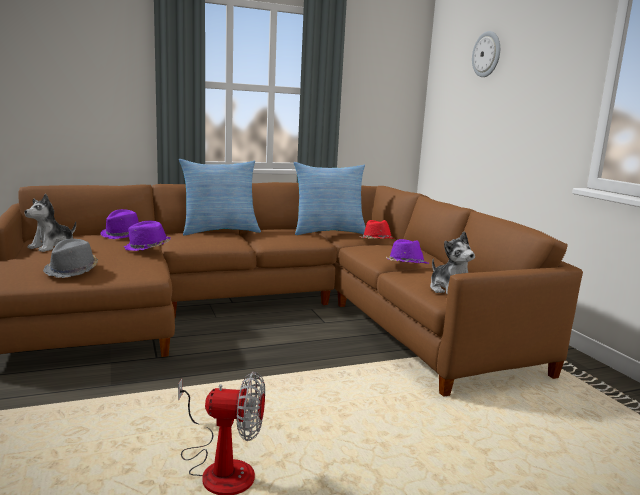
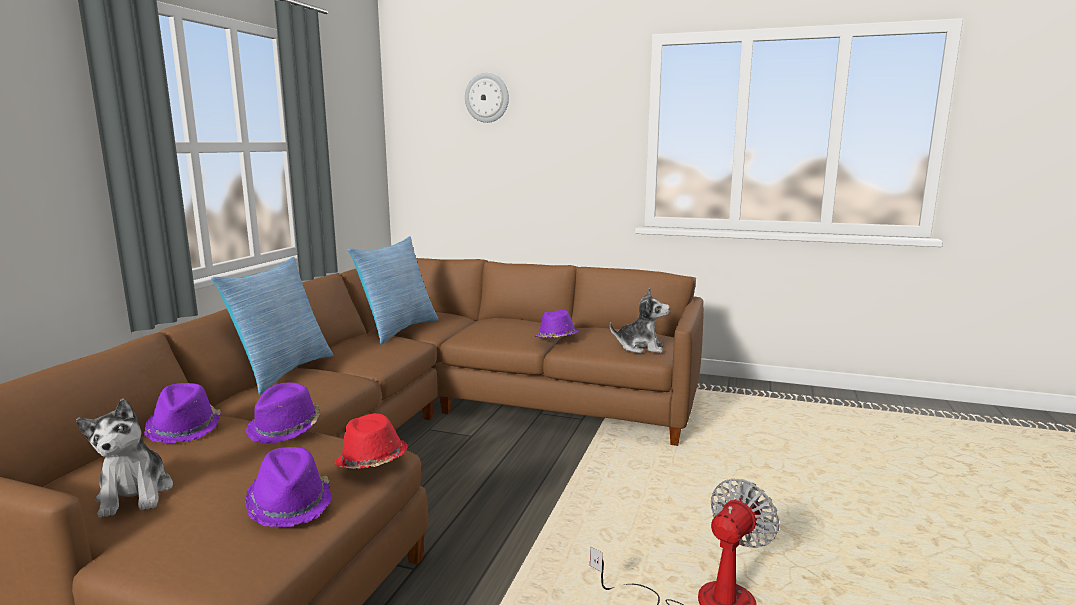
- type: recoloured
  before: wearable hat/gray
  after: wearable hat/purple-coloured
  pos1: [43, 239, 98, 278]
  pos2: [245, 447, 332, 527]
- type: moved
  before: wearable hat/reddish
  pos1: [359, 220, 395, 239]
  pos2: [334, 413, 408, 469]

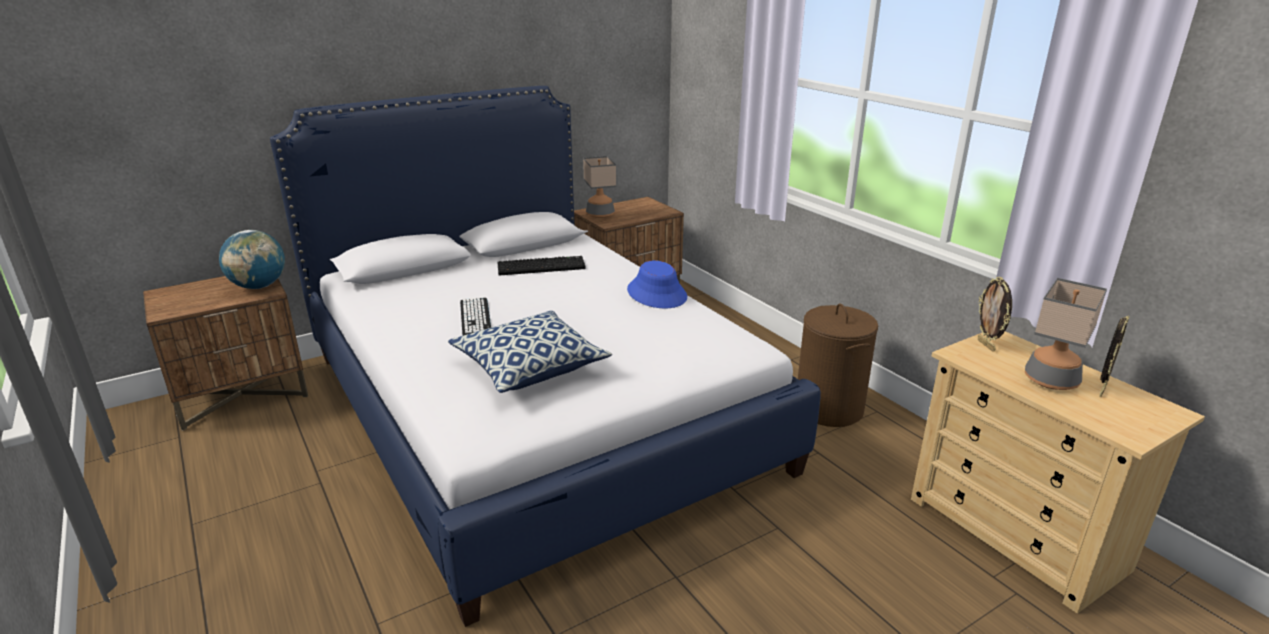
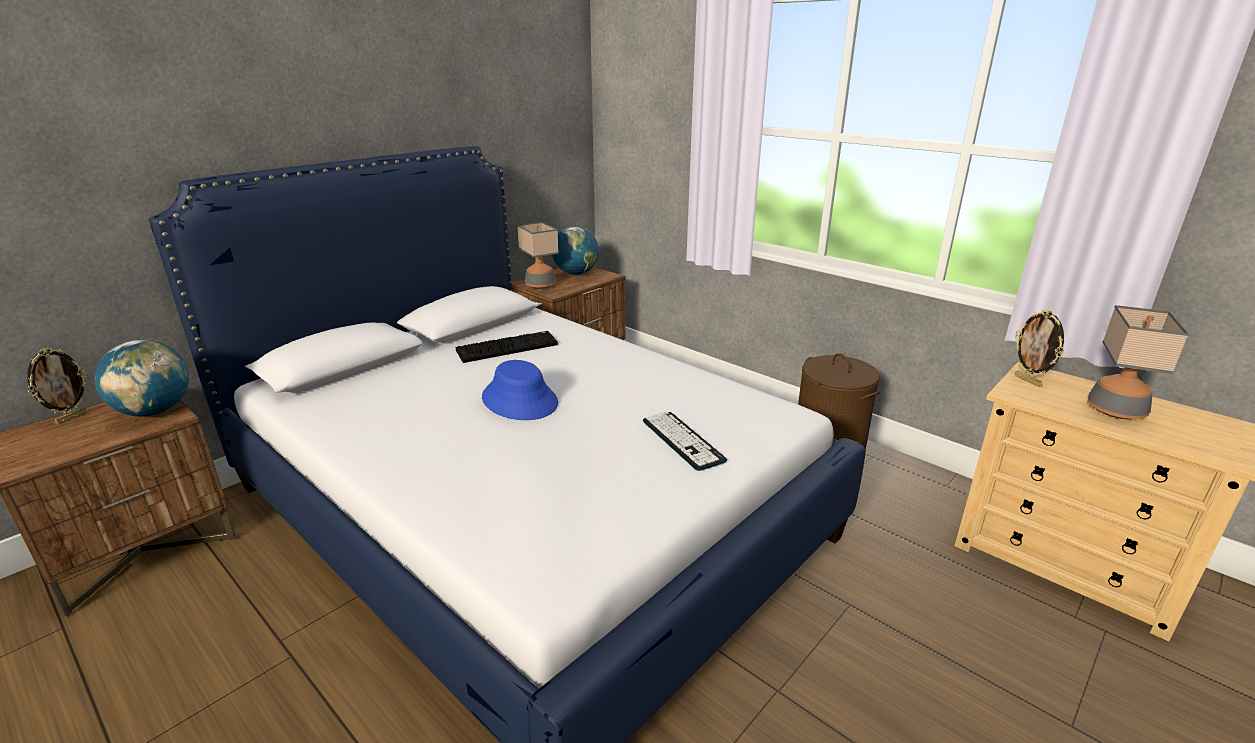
- type: moved
  before: photo frame
  pos1: [1099, 316, 1129, 397]
  pos2: [27, 348, 88, 424]
- type: moved
  before: wearable hat/blue
  pos1: [627, 260, 687, 309]
  pos2: [482, 360, 558, 420]
- type: added
  after: desk globe
  pos2: [552, 227, 599, 275]
- type: moved
  before: PC keyboard
  pos1: [460, 297, 491, 336]
  pos2: [643, 412, 727, 471]
- type: removed
  before: pillow
  pos1: [448, 310, 612, 393]

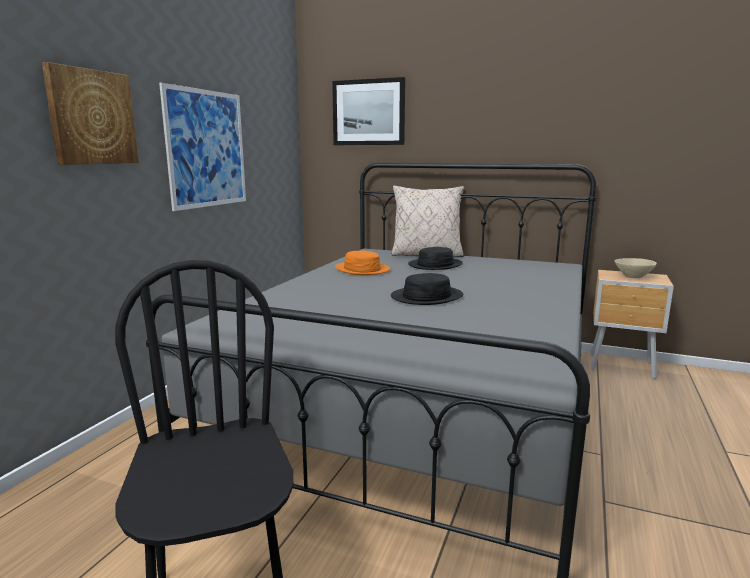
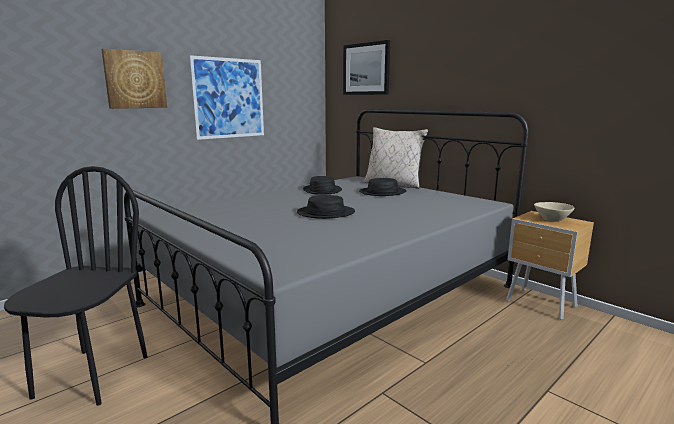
- type: recoloured
  before: wearable hat/orange
  after: wearable hat/black-coloured
  pos1: [335, 251, 390, 275]
  pos2: [303, 176, 342, 195]

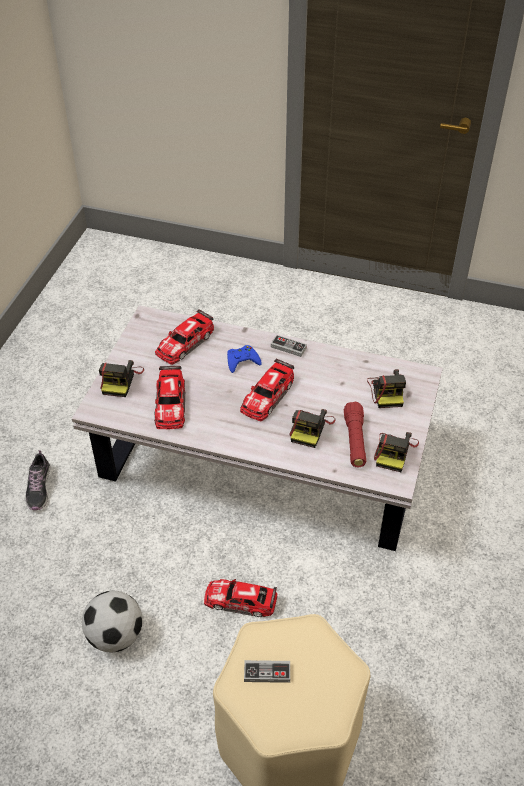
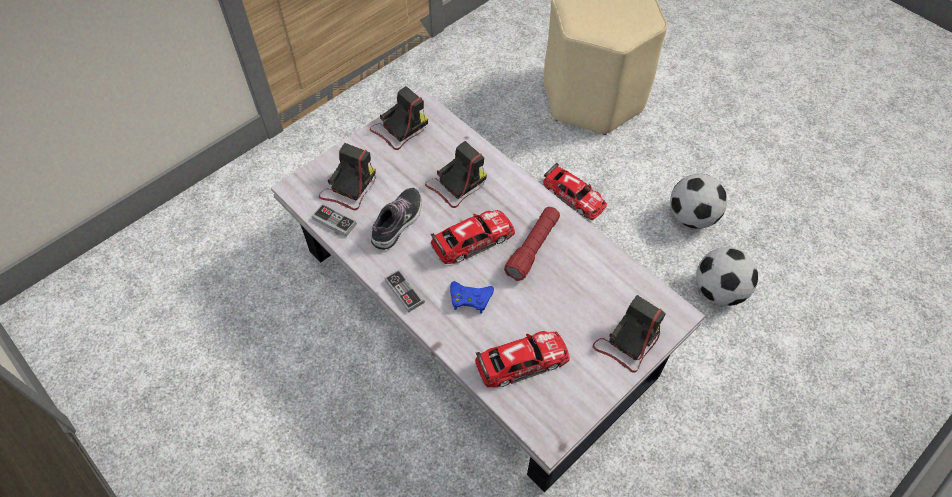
- type: moved
  before: game controller
  pos1: [244, 660, 290, 683]
  pos2: [312, 204, 357, 237]
- type: moved
  before: item of footwear
  pos1: [25, 450, 50, 510]
  pos2: [371, 188, 422, 250]
- type: moved
  before: hand torch/reddish
  pos1: [344, 402, 366, 467]
  pos2: [504, 207, 560, 281]
- type: added
  after: football ball
  pos2: [696, 247, 758, 306]
- type: removed
  before: toy car
  pos1: [154, 366, 185, 429]

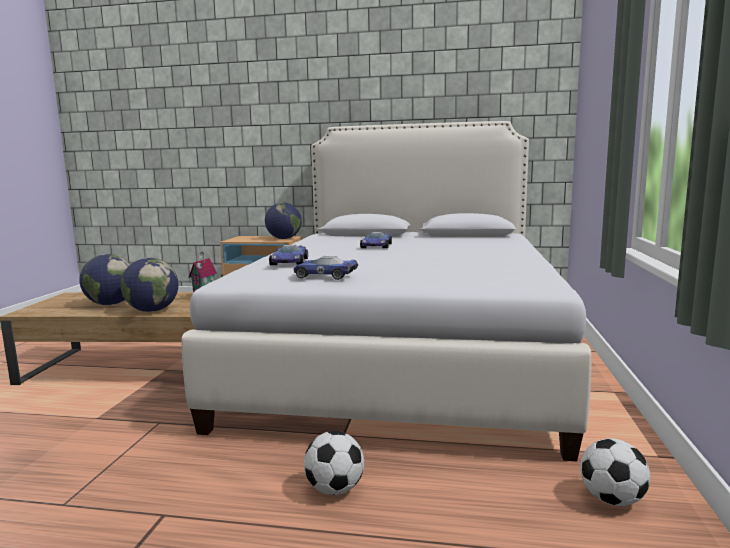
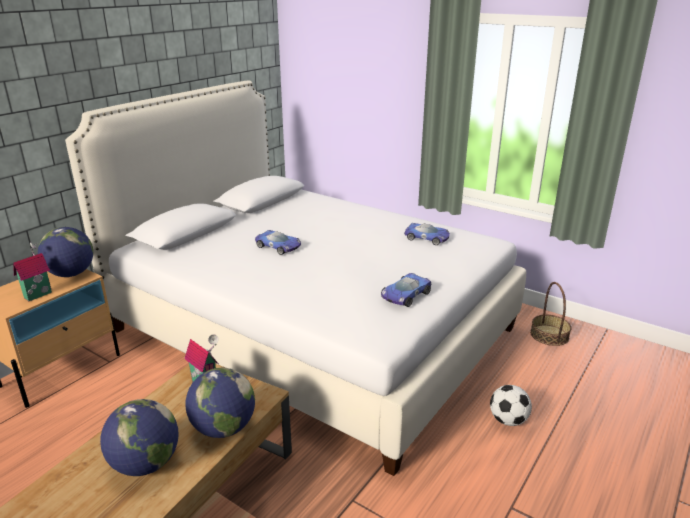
- type: added
  after: model house
  pos2: [13, 242, 52, 301]
- type: moved
  before: toy car
  pos1: [269, 245, 308, 265]
  pos2: [404, 223, 450, 245]
- type: replaced
  before: football ball
  after: storage basket
  pos1: [580, 438, 650, 506]
  pos2: [530, 282, 571, 346]

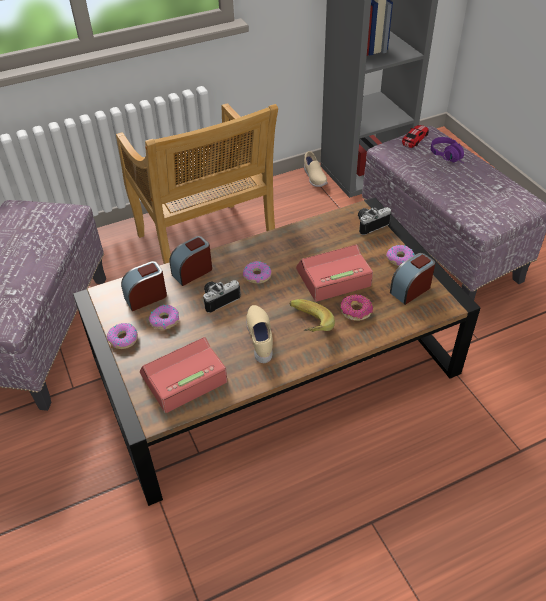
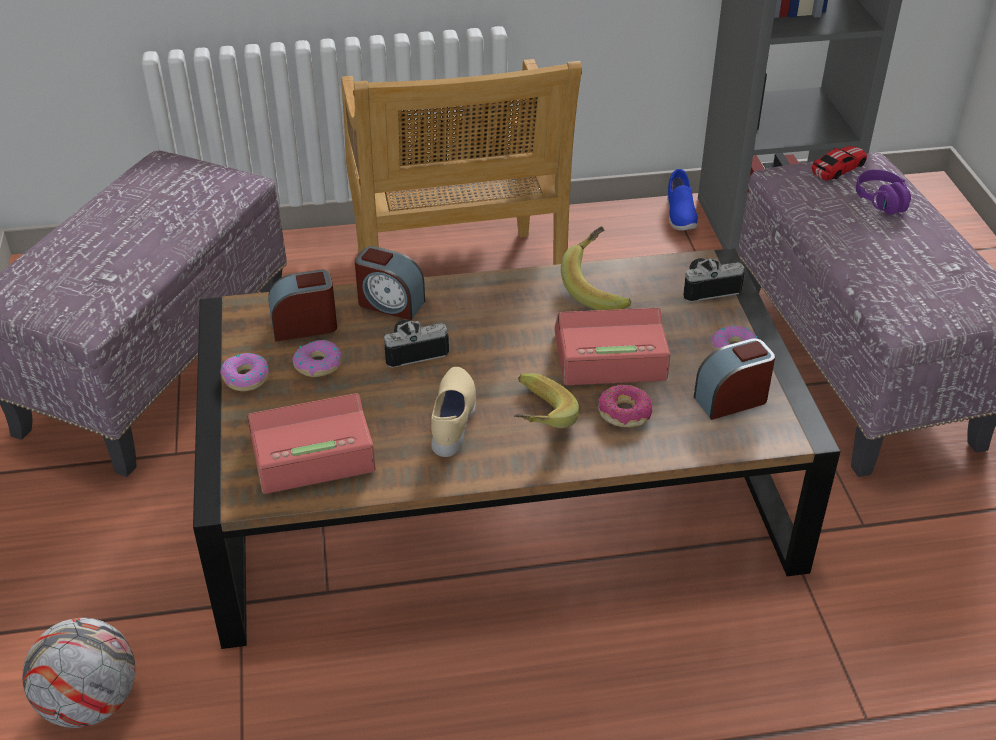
- type: added
  after: football ball
  pos2: [23, 618, 135, 728]
- type: turned
  before: table clock
  pos1: [169, 236, 212, 286]
  pos2: [355, 246, 425, 320]
  turn: -135
- type: added
  after: whole banana
  pos2: [561, 226, 631, 310]
- type: recoloured
  before: item of footwear/beige-coloured
  after: item of footwear/blue
  pos1: [304, 151, 328, 187]
  pos2: [667, 169, 698, 231]
- type: removed
  before: doughnut
  pos1: [243, 261, 272, 284]

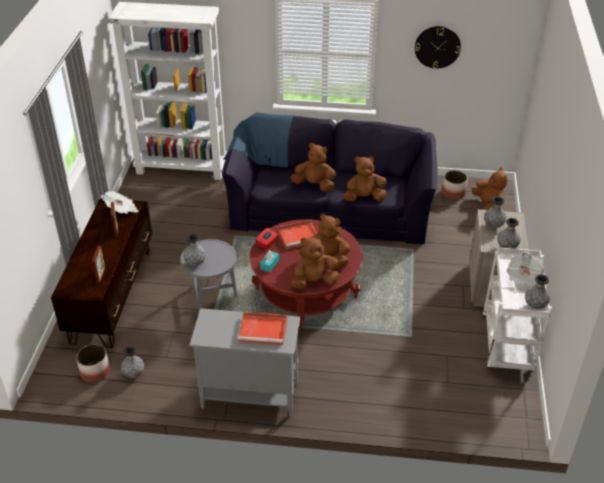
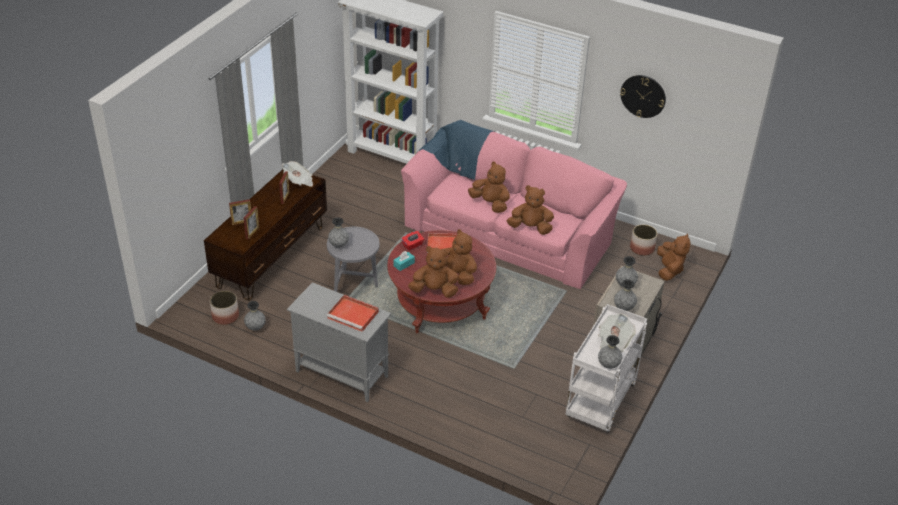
- type: added
  after: photo frame
  pos2: [229, 199, 251, 225]
- type: recoloured
  before: settee/black-coloured
  after: settee/pinkish
  pos1: [222, 113, 438, 244]
  pos2: [401, 120, 627, 289]

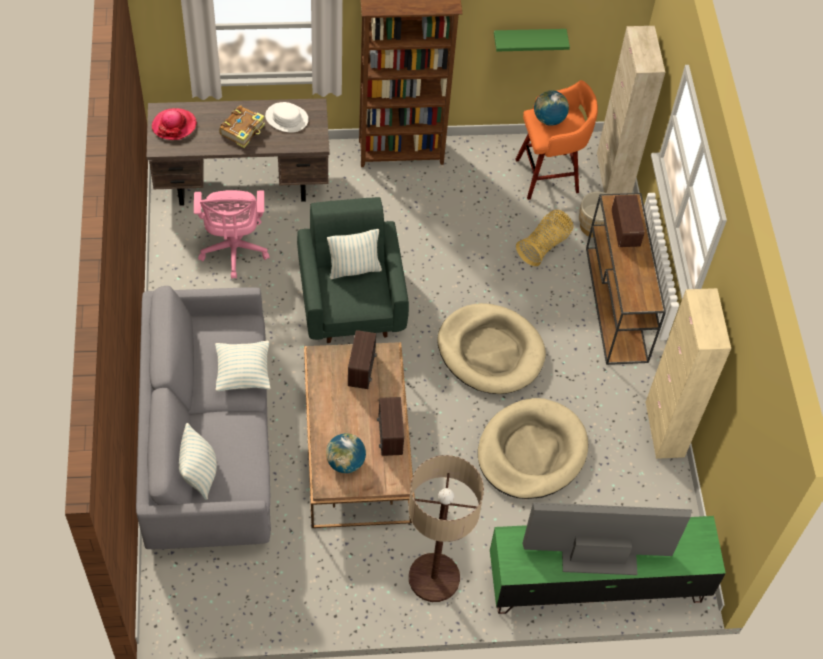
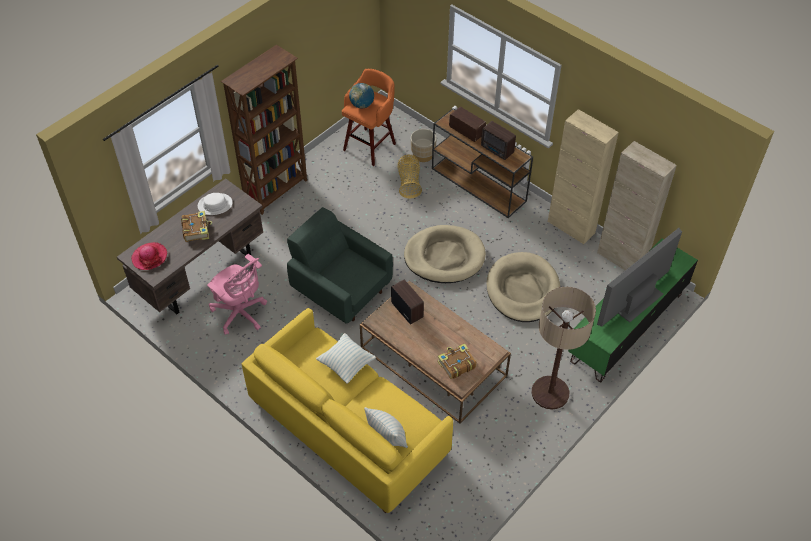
- type: recoloured
  before: settee/gray
  after: settee/yellowish
  pos1: [136, 286, 271, 549]
  pos2: [242, 308, 453, 513]
- type: replaced
  before: desk globe
  after: bound book
  pos1: [326, 433, 366, 473]
  pos2: [438, 343, 477, 379]
- type: moved
  before: radio
  pos1: [377, 397, 404, 456]
  pos2: [481, 121, 516, 160]
- type: moved
  before: storage cabinet/beige-coloured
  pos1: [597, 26, 665, 194]
  pos2: [597, 141, 677, 270]
- type: removed
  before: pillow
  pos1: [327, 229, 382, 279]
- type: removed
  before: bracket shelf/green
  pos1: [494, 29, 570, 51]

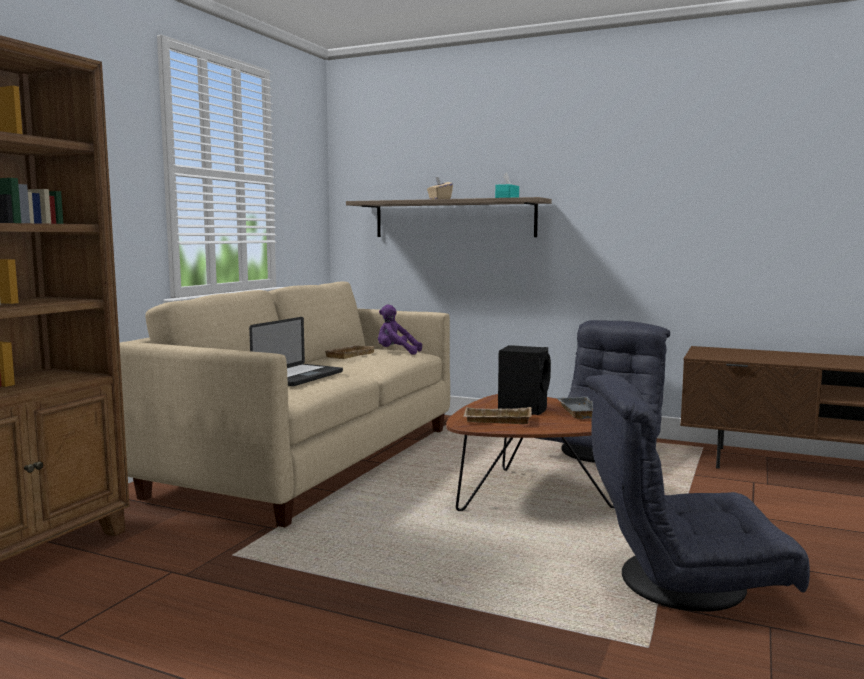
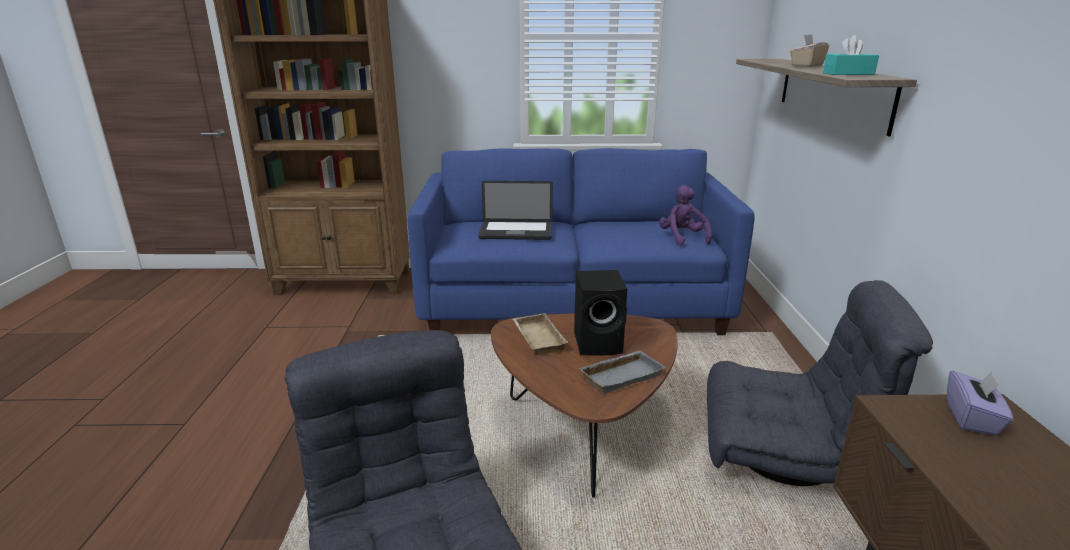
- type: recoloured
  before: settee/beige-coloured
  after: settee/blue
  pos1: [119, 282, 450, 527]
  pos2: [408, 148, 755, 335]
- type: added
  after: tissue box/purple-coloured
  pos2: [947, 370, 1014, 436]
- type: removed
  before: carrying tray/beige-coloured
  pos1: [323, 345, 376, 359]

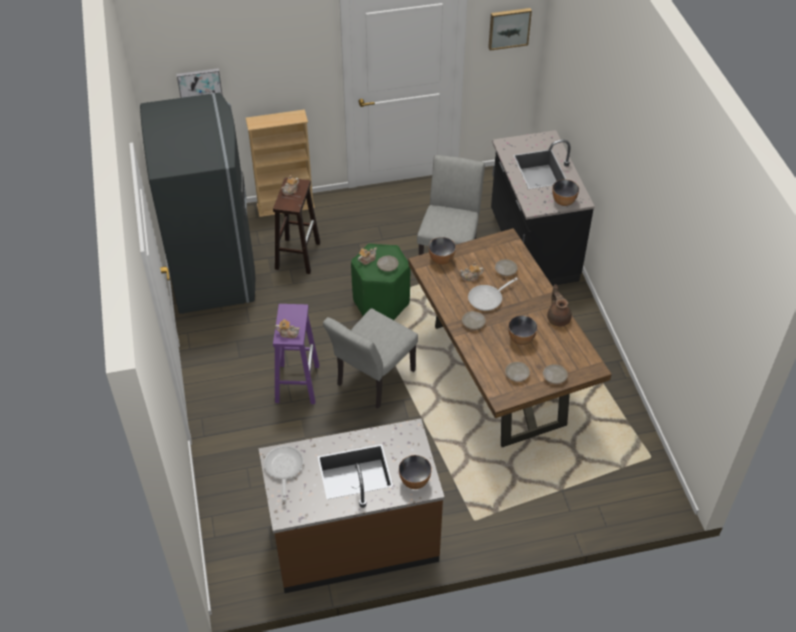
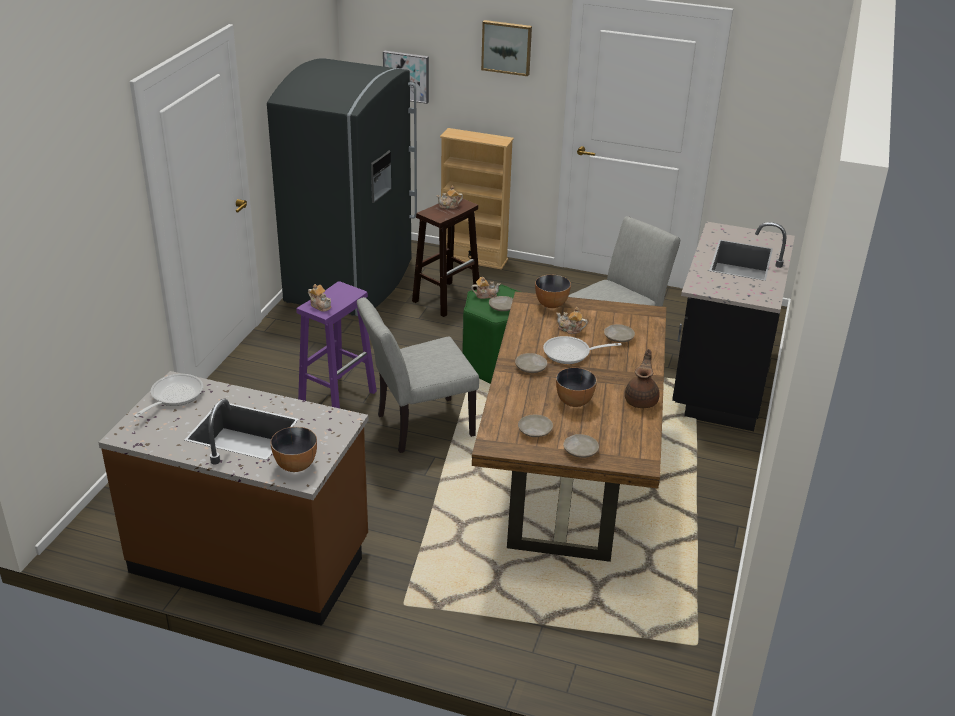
- type: moved
  before: wall art
  pos1: [488, 8, 532, 51]
  pos2: [481, 20, 532, 76]
- type: removed
  before: deep dish
  pos1: [552, 179, 579, 206]

